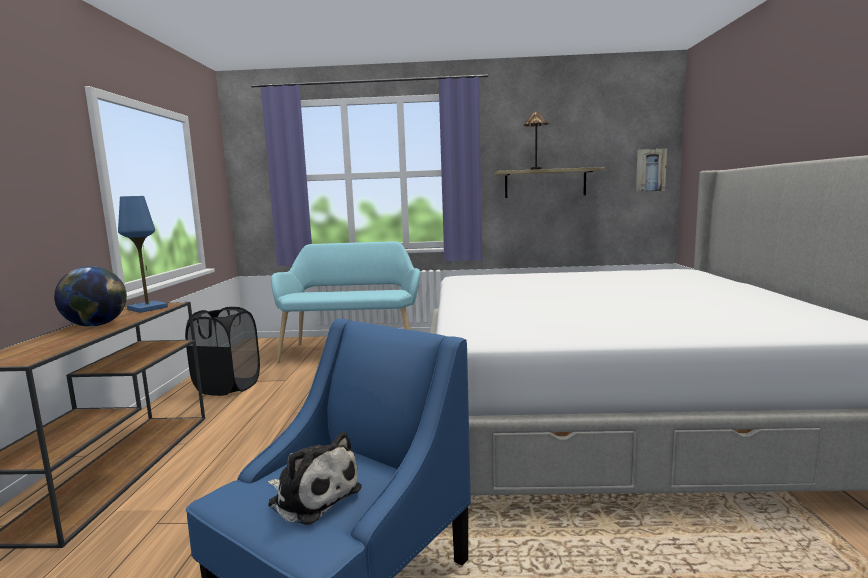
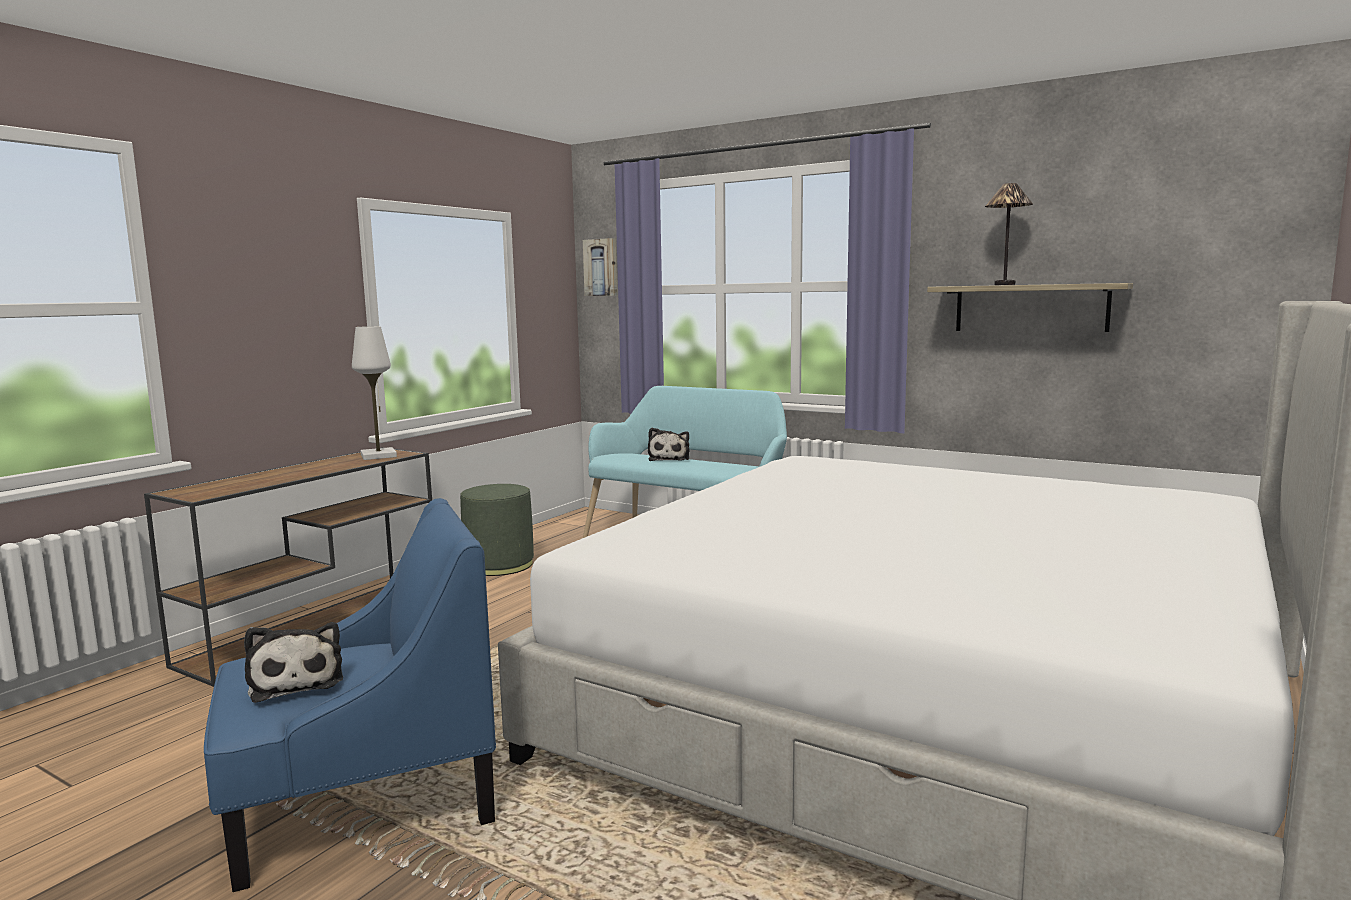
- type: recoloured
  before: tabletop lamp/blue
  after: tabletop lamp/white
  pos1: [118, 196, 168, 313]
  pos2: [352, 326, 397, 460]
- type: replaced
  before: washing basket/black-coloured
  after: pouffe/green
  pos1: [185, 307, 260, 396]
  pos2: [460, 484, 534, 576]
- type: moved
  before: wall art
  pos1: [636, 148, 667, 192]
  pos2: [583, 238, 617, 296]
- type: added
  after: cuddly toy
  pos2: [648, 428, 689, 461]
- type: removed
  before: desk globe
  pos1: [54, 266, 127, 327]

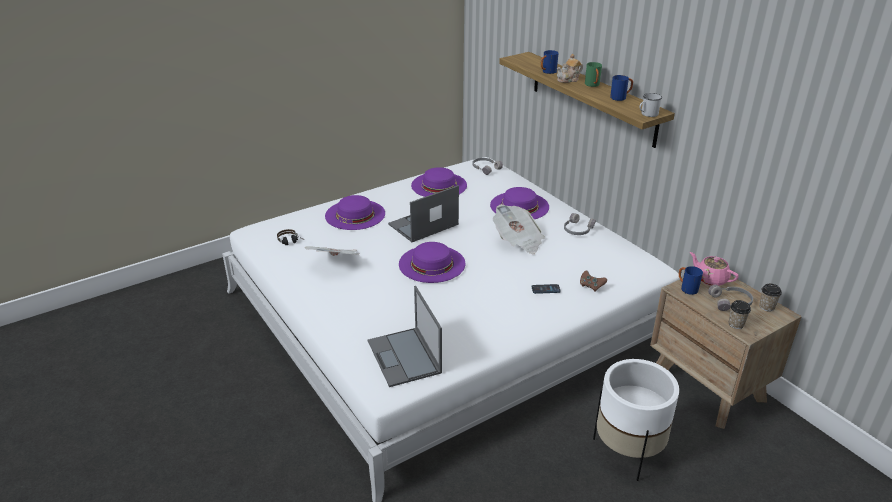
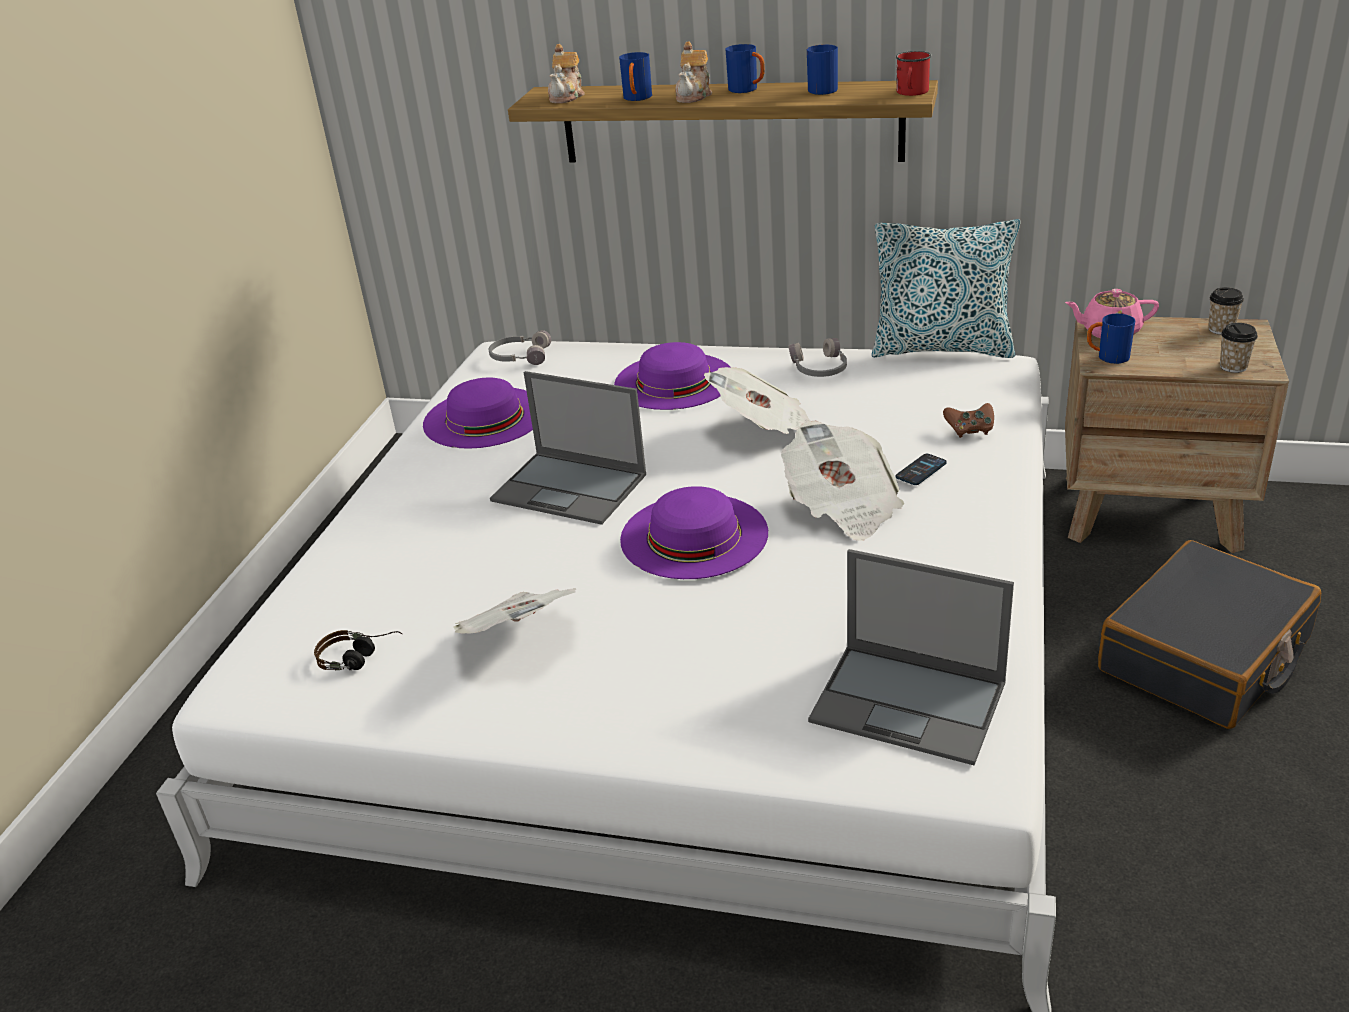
- type: turned
  before: portable computer
  pos1: [388, 185, 459, 242]
  pos2: [490, 371, 646, 525]
  turn: -75
- type: added
  after: pot for tea
  pos2: [548, 44, 585, 103]
- type: recoloured
  before: mug/green
  after: mug/blue
  pos1: [585, 62, 602, 87]
  pos2: [726, 44, 765, 93]
- type: added
  after: newspaper
  pos2: [781, 421, 904, 541]
- type: added
  after: pillow
  pos2: [872, 219, 1021, 358]
- type: recoloured
  before: mug/white
  after: mug/reddish
  pos1: [639, 93, 662, 117]
  pos2: [896, 51, 931, 96]
- type: replaced
  before: flower pot/white
  after: travel case/black-coloured
  pos1: [593, 359, 679, 481]
  pos2: [1098, 540, 1321, 729]
- type: removed
  before: wearable hat/purple-coloured
  pos1: [325, 195, 385, 230]
- type: removed
  before: pair of headphones/gray
  pos1: [708, 285, 753, 311]

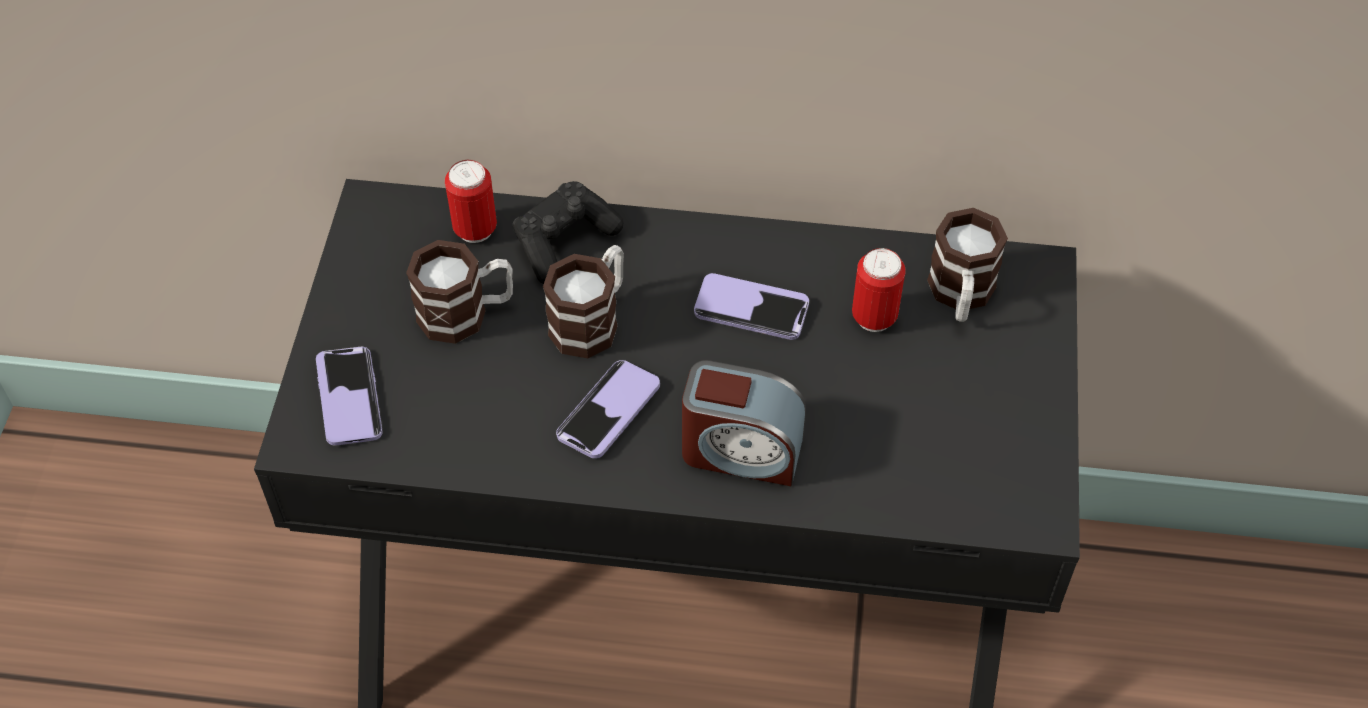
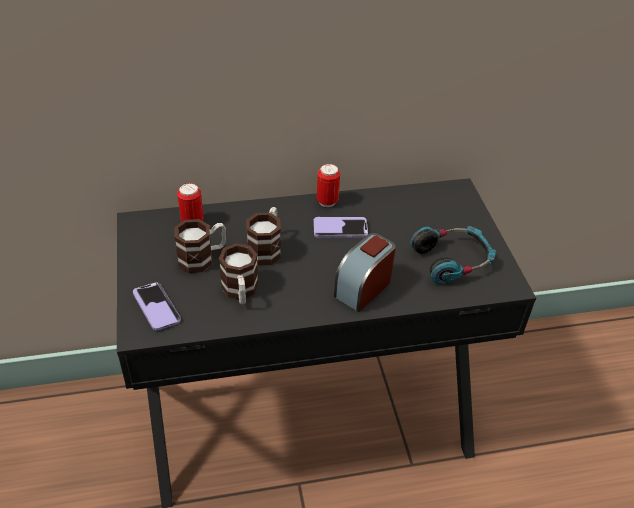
- type: moved
  before: mug
  pos1: [927, 208, 1008, 322]
  pos2: [219, 243, 258, 304]
- type: moved
  before: sealed can
  pos1: [852, 248, 906, 332]
  pos2: [317, 164, 340, 207]
- type: turned
  before: table clock
  pos1: [682, 360, 806, 486]
  pos2: [334, 233, 396, 312]
  turn: 135
- type: added
  after: pair of headphones
  pos2: [410, 226, 496, 284]
- type: removed
  before: game controller/black-coloured
  pos1: [513, 181, 623, 284]
- type: removed
  before: telephone
  pos1: [556, 360, 660, 459]

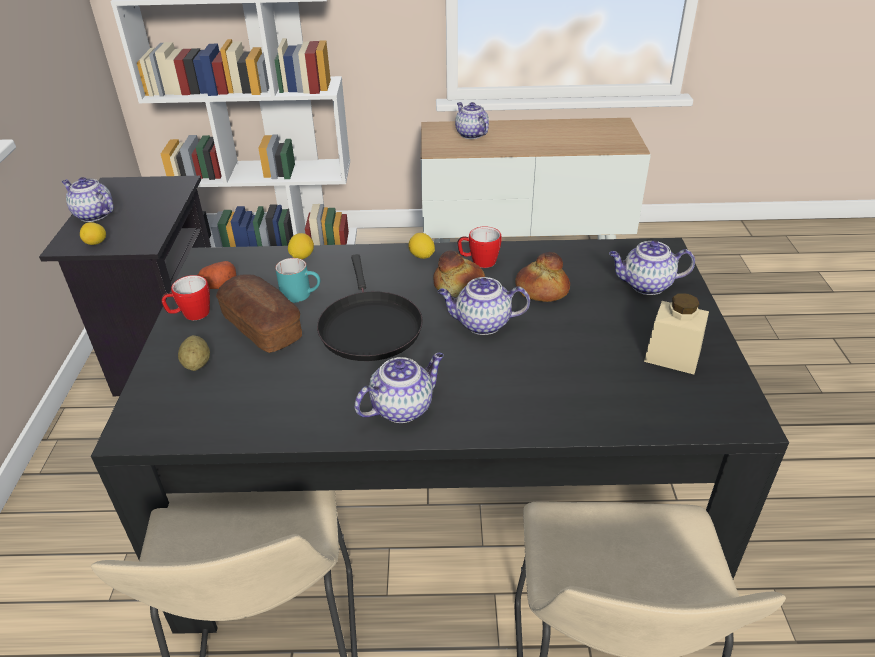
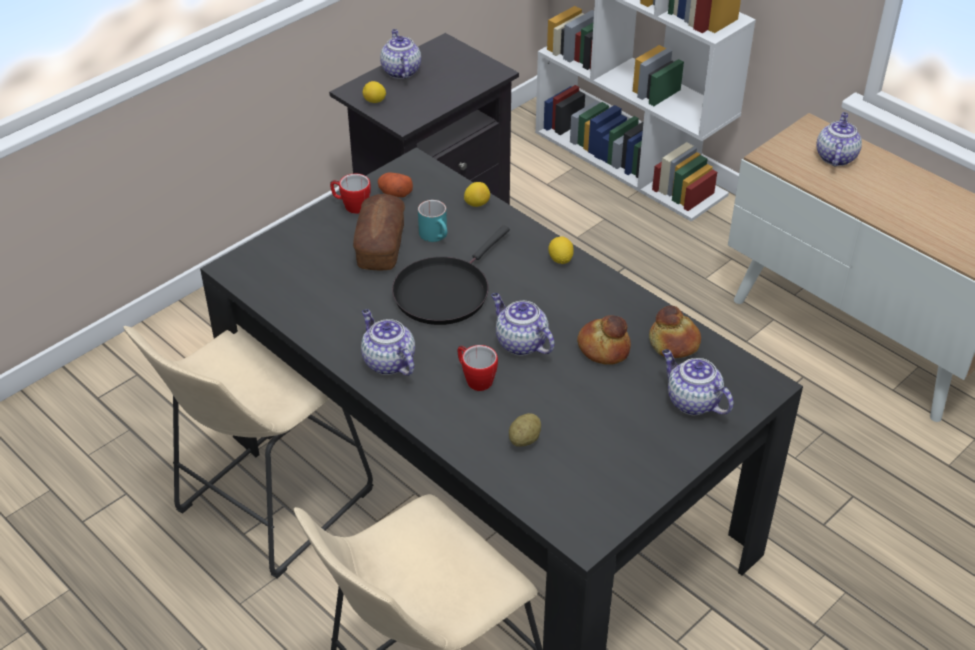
- type: turned
  before: pot for tea
  pos1: [354, 353, 444, 423]
  pos2: [361, 309, 415, 376]
  turn: -135
- type: moved
  before: mug
  pos1: [458, 226, 501, 268]
  pos2: [457, 345, 498, 391]
- type: moved
  before: whole potato
  pos1: [178, 335, 210, 371]
  pos2: [509, 413, 541, 447]
- type: moved
  before: bread
  pos1: [433, 250, 485, 298]
  pos2: [649, 306, 701, 358]
- type: removed
  before: preserve jar/beige-coloured
  pos1: [644, 293, 709, 374]

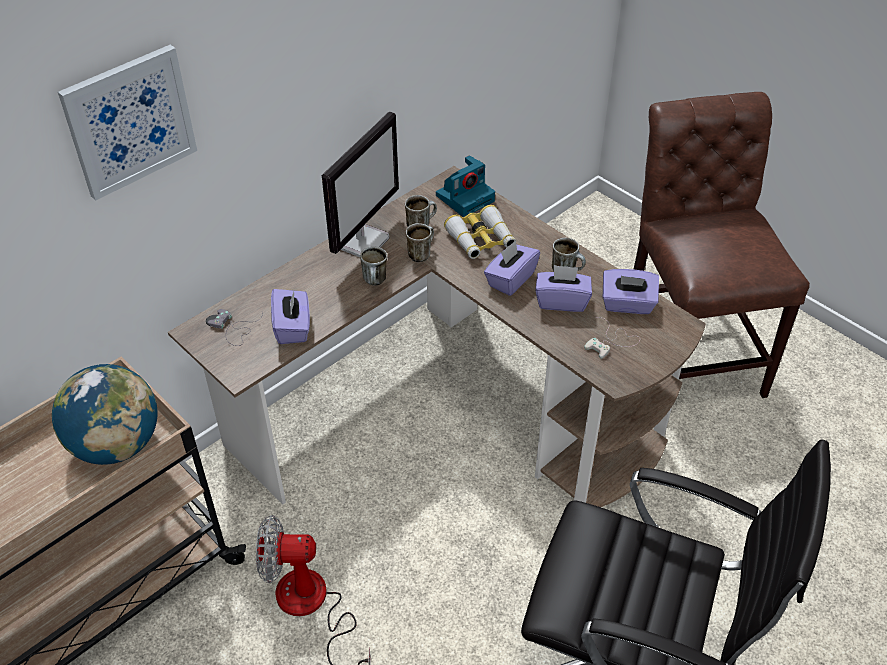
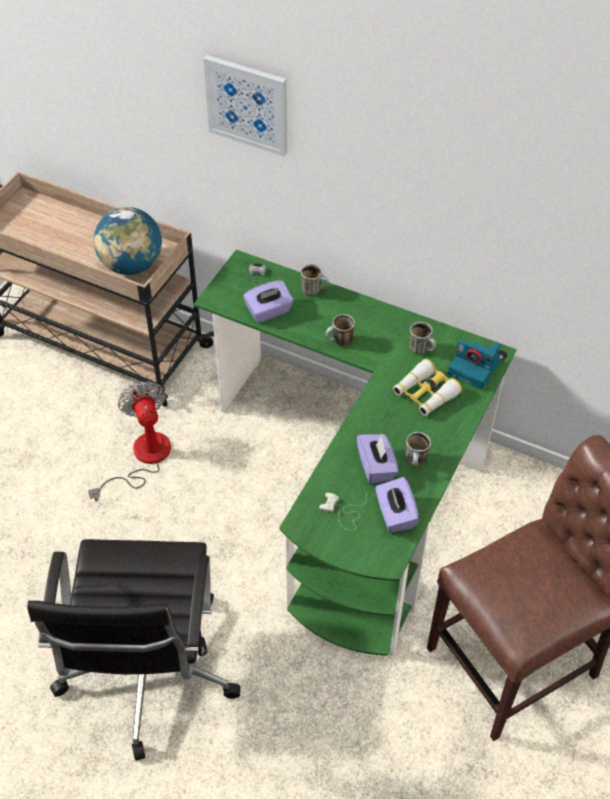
- type: recoloured
  before: desk table/brownish
  after: desk table/green
  pos1: [168, 166, 706, 507]
  pos2: [194, 250, 517, 656]
- type: moved
  before: mug
  pos1: [406, 223, 434, 262]
  pos2: [301, 264, 329, 296]
- type: removed
  before: computer screen
  pos1: [322, 111, 399, 257]
- type: removed
  before: tissue box/purple-coloured
  pos1: [484, 240, 540, 296]

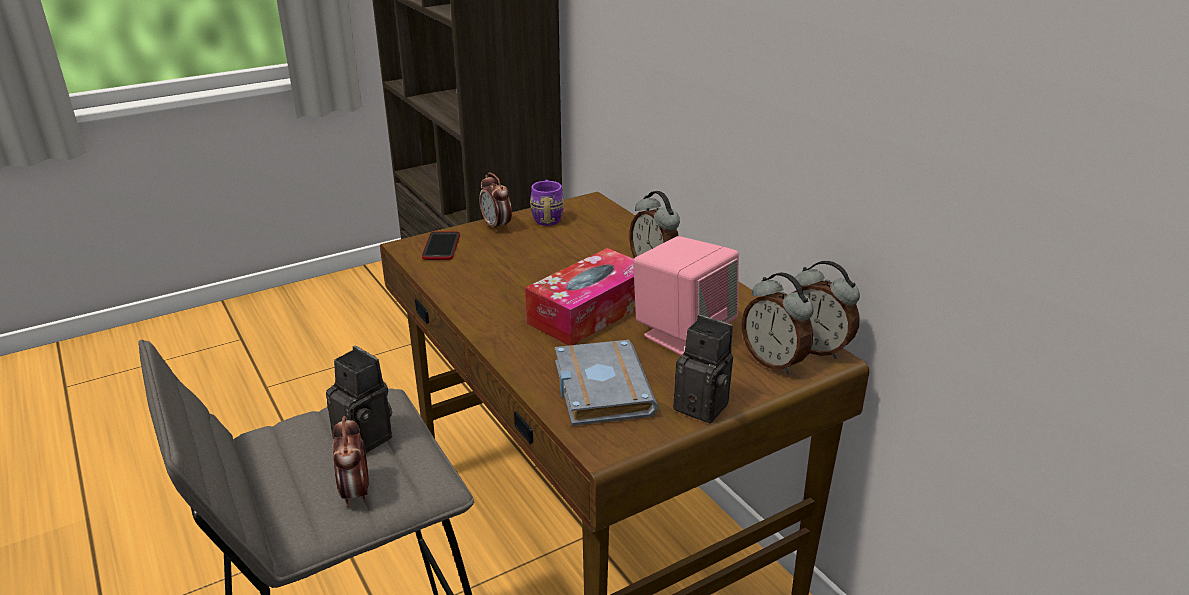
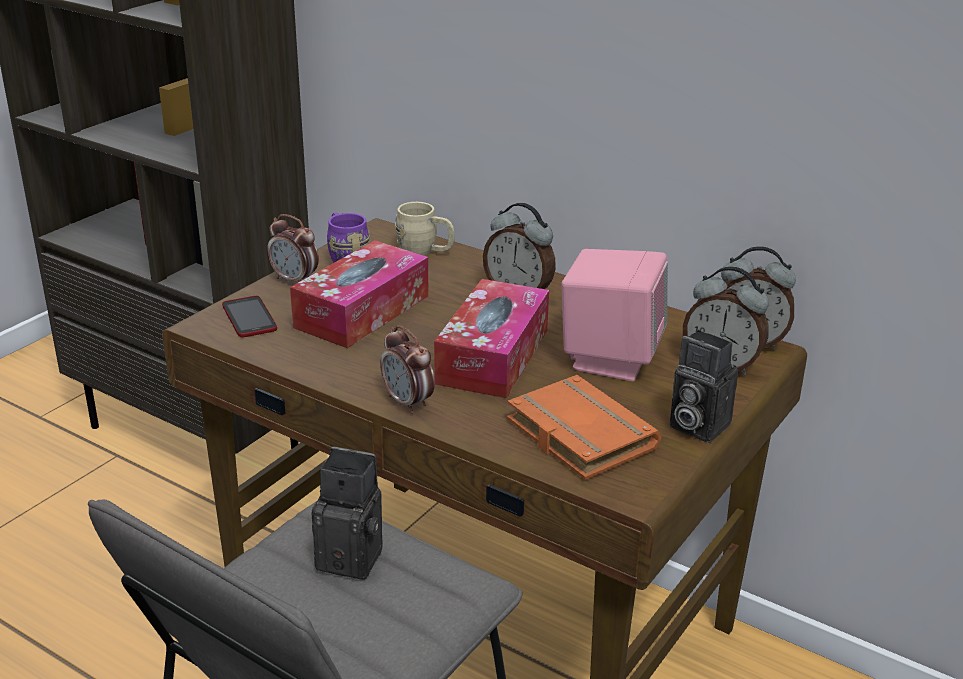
- type: added
  after: tissue box
  pos2: [290, 240, 429, 348]
- type: moved
  before: table clock
  pos1: [333, 416, 369, 507]
  pos2: [380, 325, 435, 414]
- type: added
  after: mug/beige-coloured
  pos2: [395, 202, 455, 256]
- type: recoloured
  before: bound book/gray
  after: bound book/orange
  pos1: [555, 340, 658, 426]
  pos2: [507, 375, 662, 480]
- type: turned
  before: still camera
  pos1: [673, 315, 733, 423]
  pos2: [670, 330, 738, 443]
  turn: -150

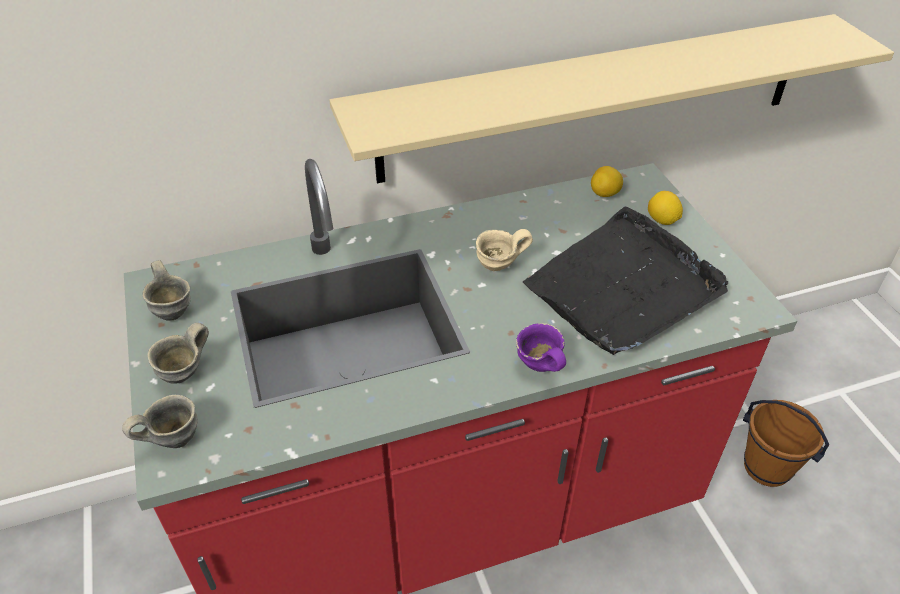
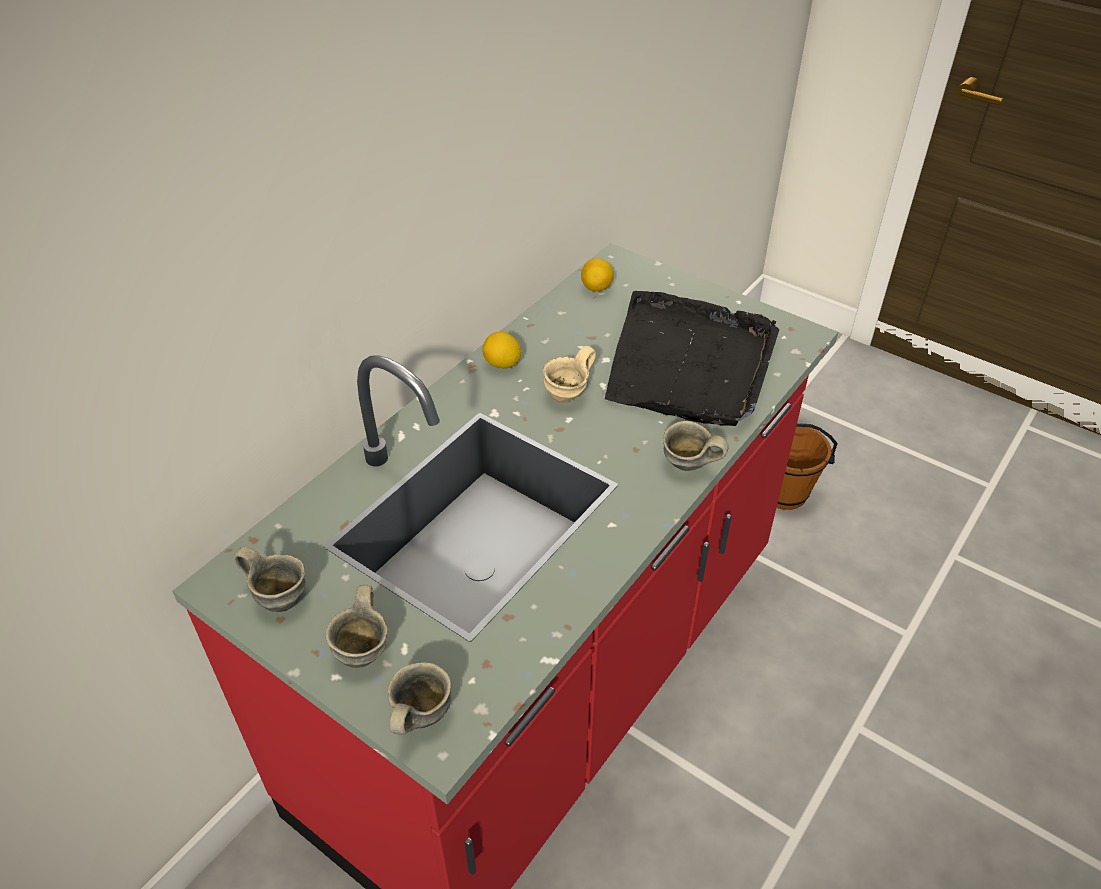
- type: moved
  before: lemon
  pos1: [648, 191, 683, 225]
  pos2: [482, 331, 522, 368]
- type: recoloured
  before: mug/purple-coloured
  after: mug/gray
  pos1: [516, 323, 566, 372]
  pos2: [663, 421, 729, 471]
- type: removed
  before: bracket shelf/beige-coloured
  pos1: [330, 14, 894, 183]

